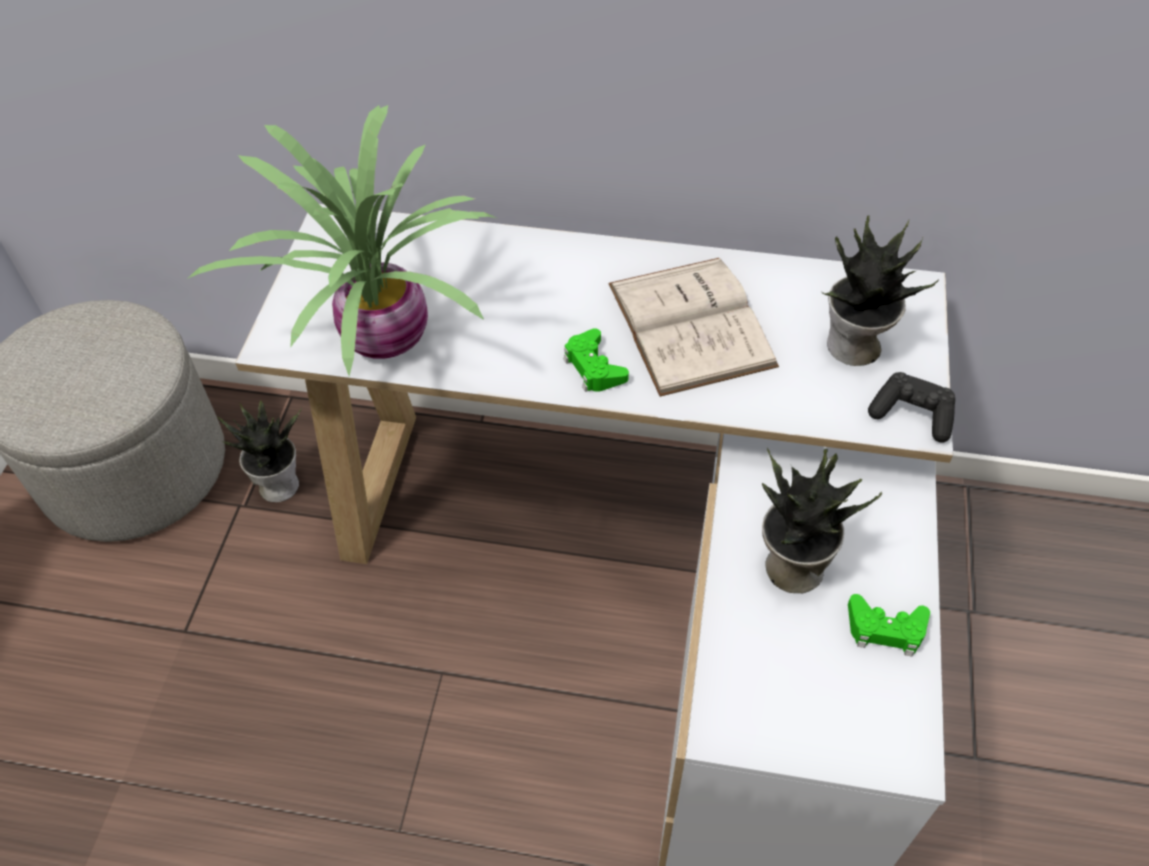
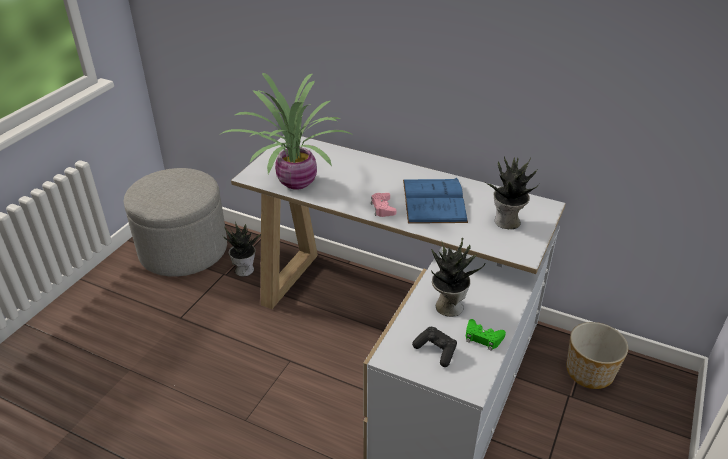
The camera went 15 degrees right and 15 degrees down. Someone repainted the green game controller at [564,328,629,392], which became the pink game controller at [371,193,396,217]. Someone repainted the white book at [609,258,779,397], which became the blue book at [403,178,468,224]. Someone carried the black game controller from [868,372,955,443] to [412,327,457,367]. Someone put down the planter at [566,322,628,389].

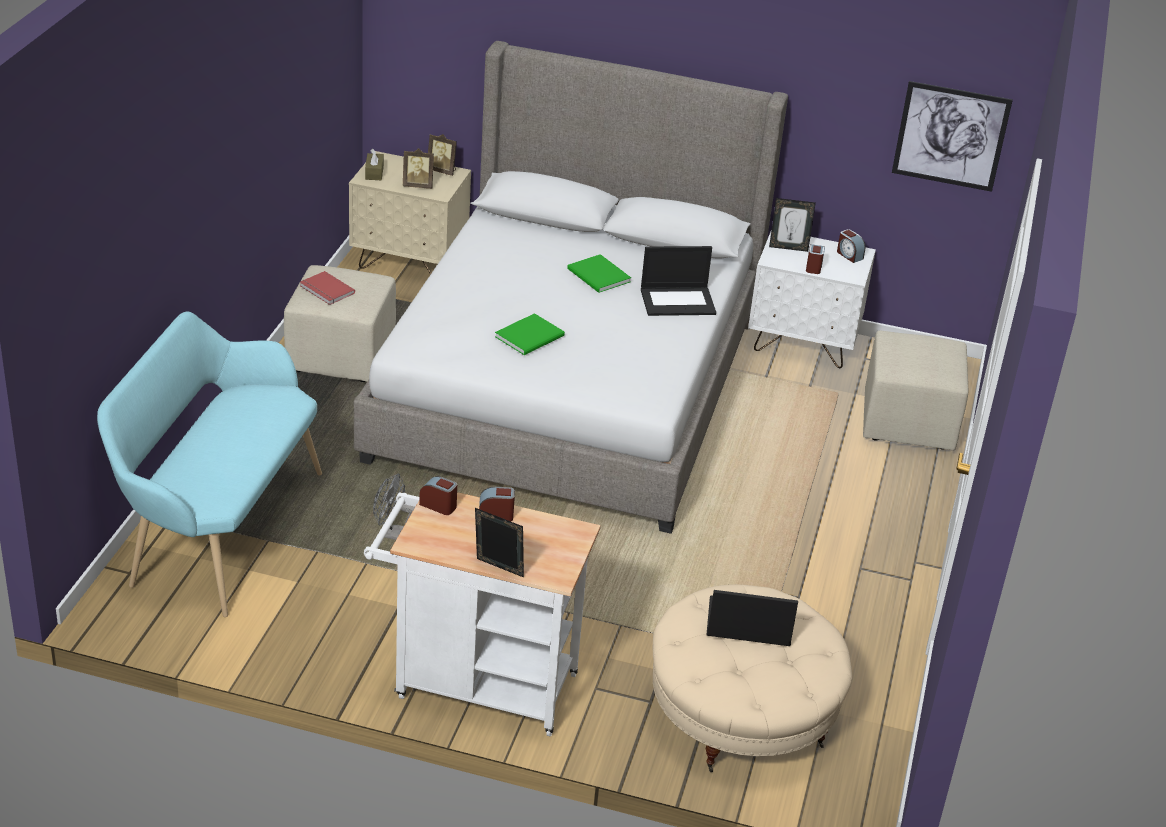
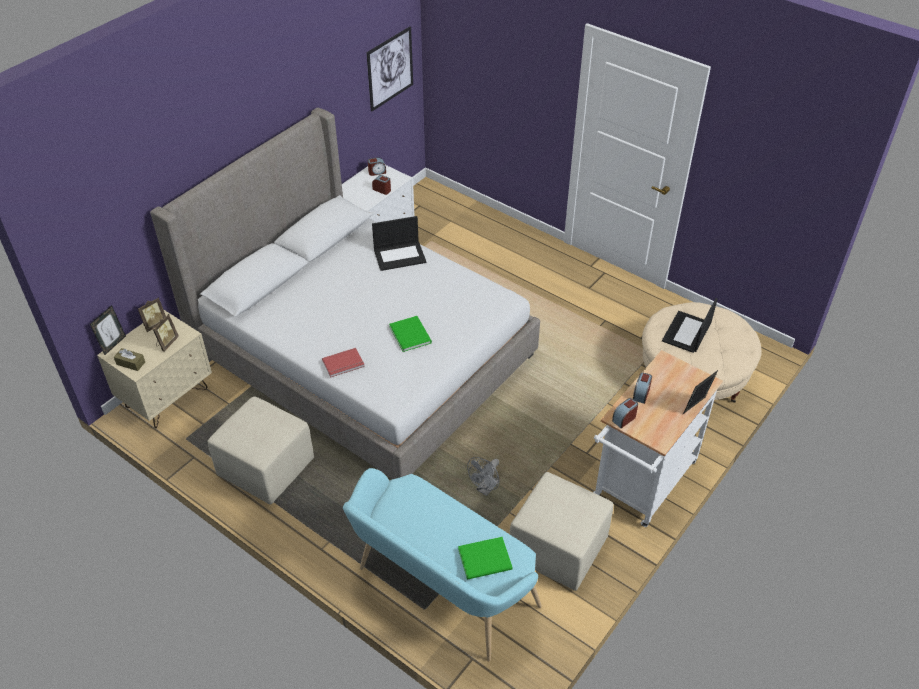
The camera went 65 degrees left and 10 degrees up. Someone carried the red book from [300,271,355,305] to [322,348,365,378]. Someone carried the green book from [567,254,631,293] to [458,537,513,580]. Someone rotated the laptop at [641,246,716,316] by 60 degrees clockwise. Someone carried the picture frame from [769,198,816,252] to [90,305,126,355]. Someone carried the beige ottoman from [863,330,969,451] to [510,472,614,591].

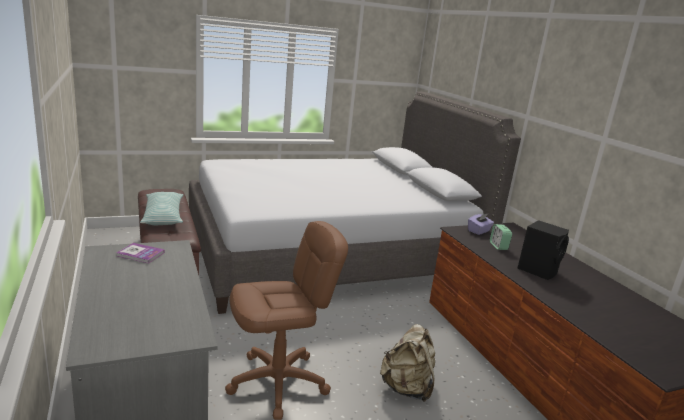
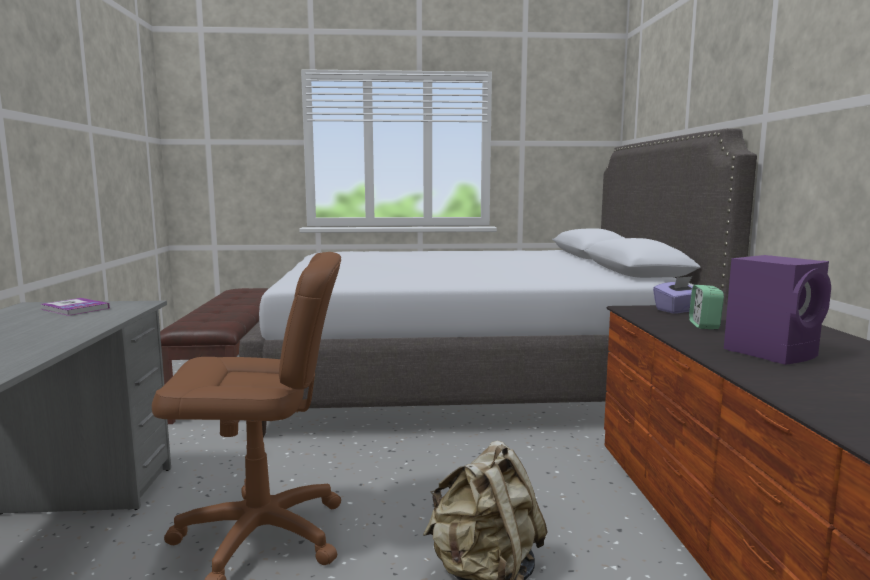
The camera went 20 degrees right and 10 degrees down. Someone took away the pillow at [140,192,183,225]. Someone repainted the black speaker at [518,220,569,280], which became the purple speaker at [724,255,831,365].

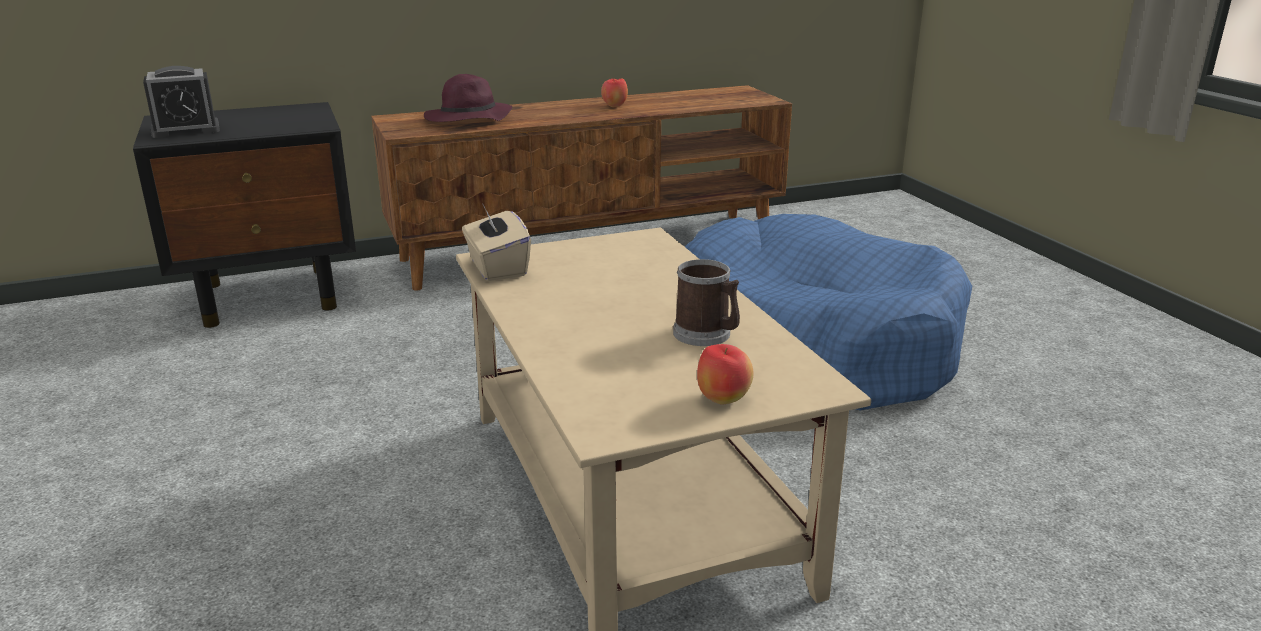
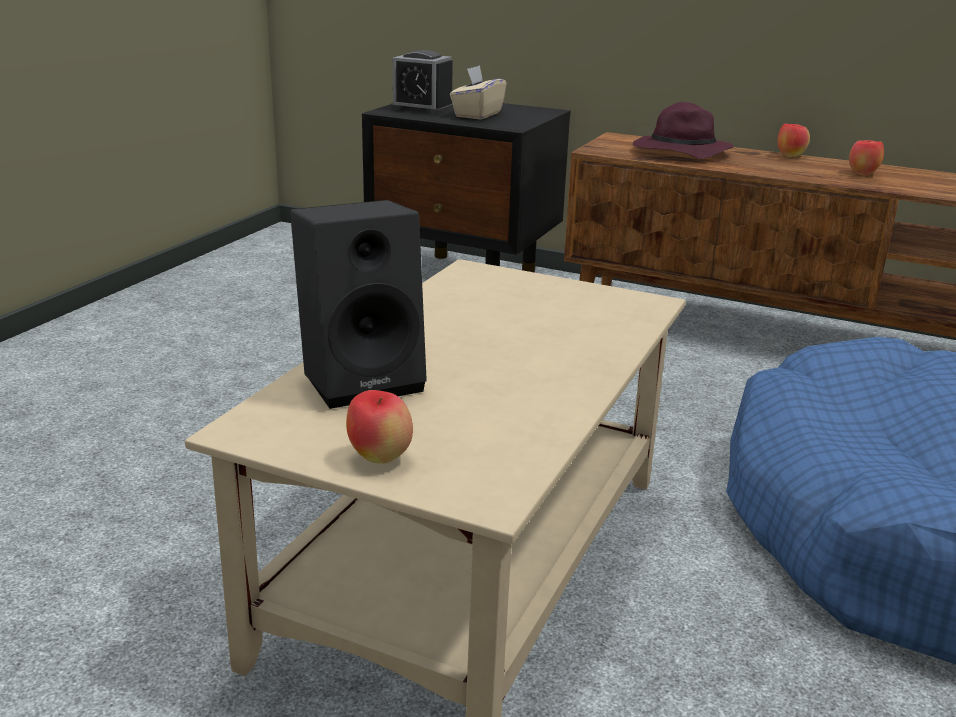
The camera went 45 degrees right and 0 degrees up. Someone carried the beige tissue box from [462,205,531,281] to [450,65,507,119]. Someone took away the mug at [673,259,740,346]. Someone put down the black speaker at [290,200,427,409]. Someone put down the apple at [777,124,810,157].

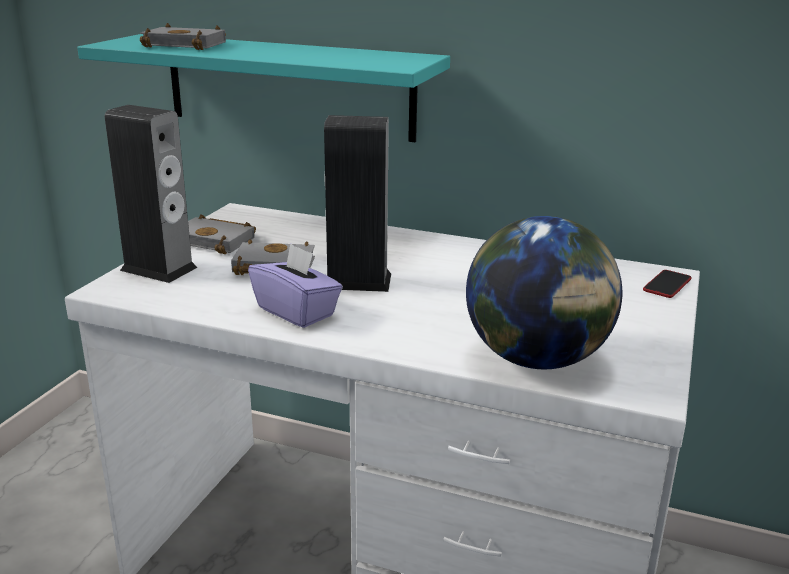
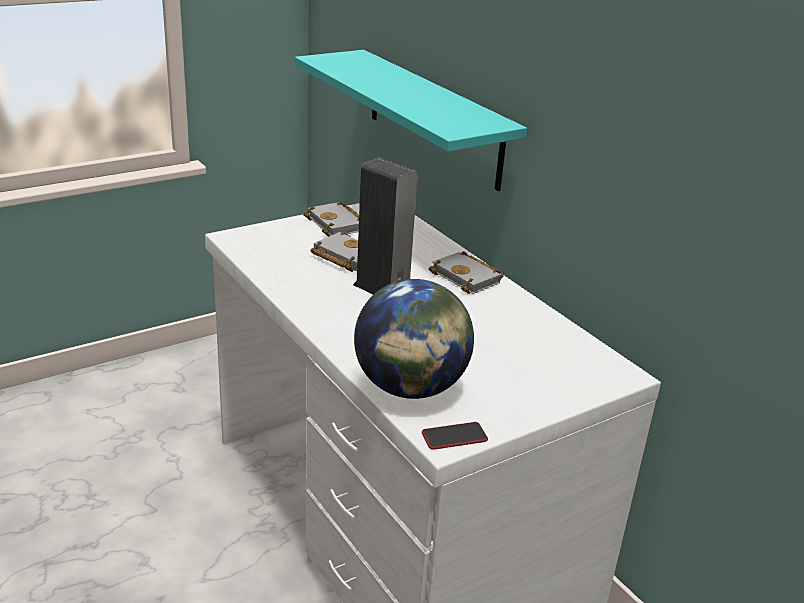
The camera went 35 degrees right and 5 degrees up. Someone took away the speaker at [105,105,197,283]. Someone carried the grey book from [140,23,226,50] to [429,251,504,294]. Someone took away the purple tissue box at [248,243,343,328]. Someone carried the phone from [643,270,692,298] to [422,422,488,450].

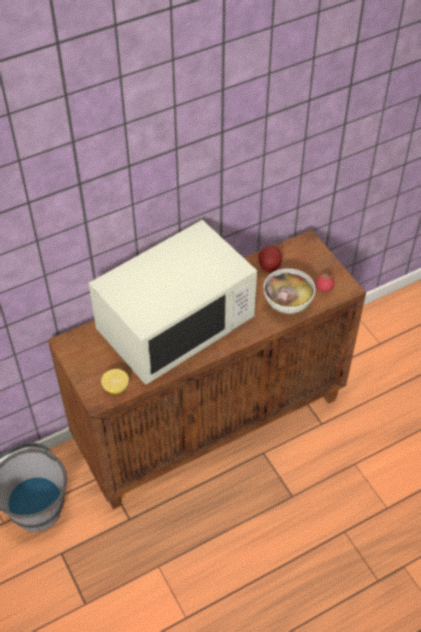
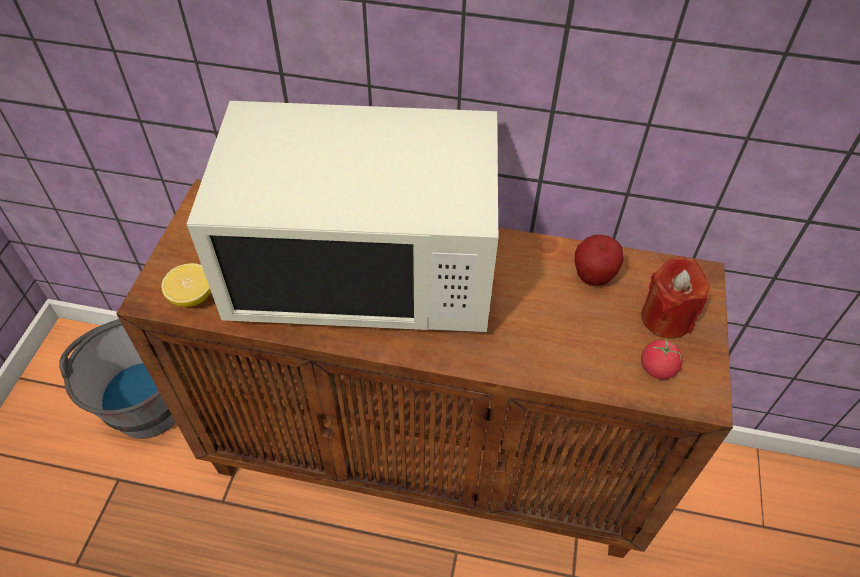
The camera went 40 degrees right and 0 degrees up. Someone took away the bowl at [264,268,315,314]. Someone put down the red candle at [641,257,710,339].

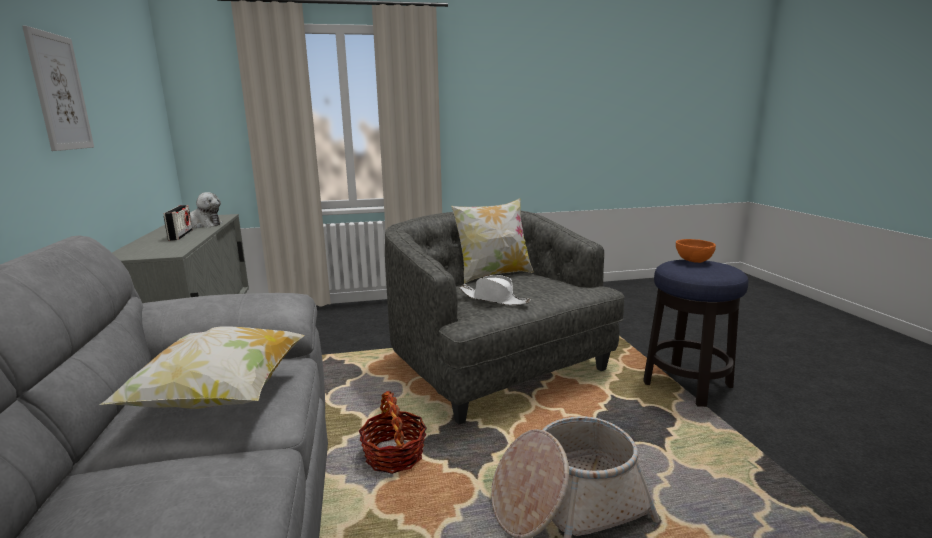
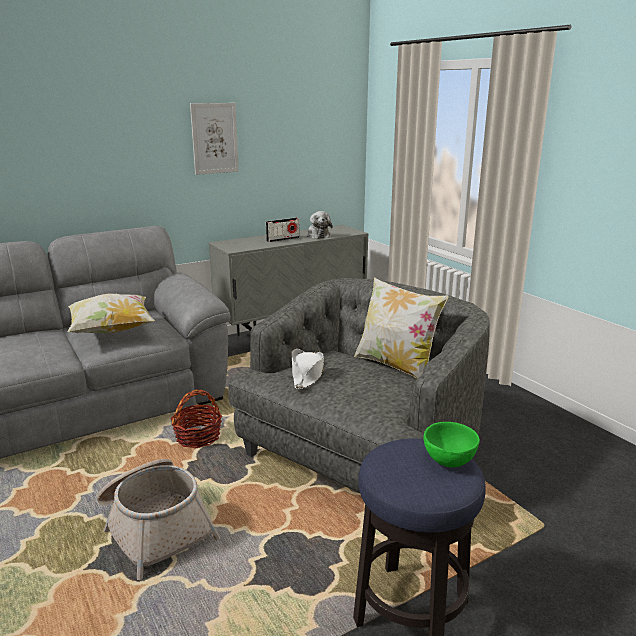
The camera went 70 degrees right and 5 degrees up. Someone repainted the orange bowl at [676,239,716,263], which became the green bowl at [424,422,480,468].

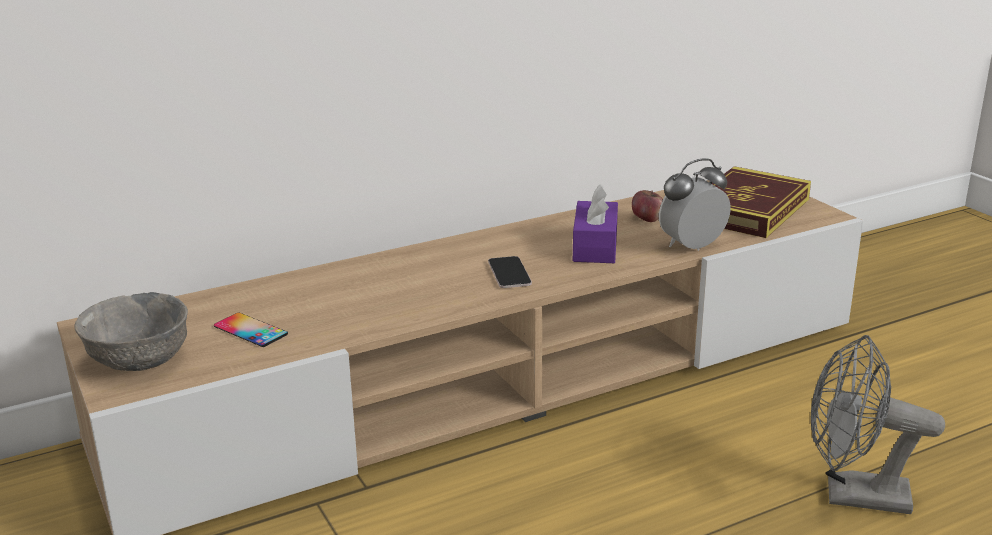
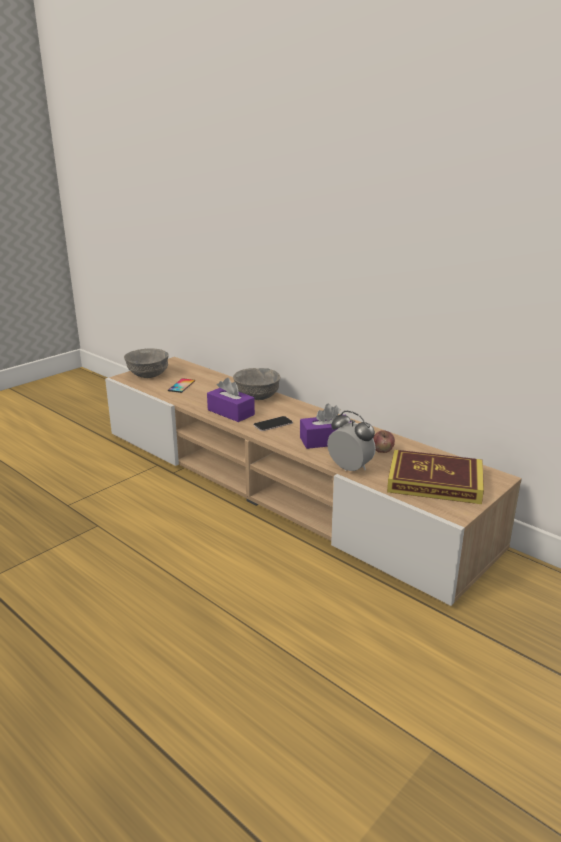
The camera went 70 degrees right and 0 degrees up. Someone took away the grey fan at [811,335,945,514]. Someone put down the purple tissue box at [207,378,255,422]. Someone put down the grey bowl at [233,368,280,400].

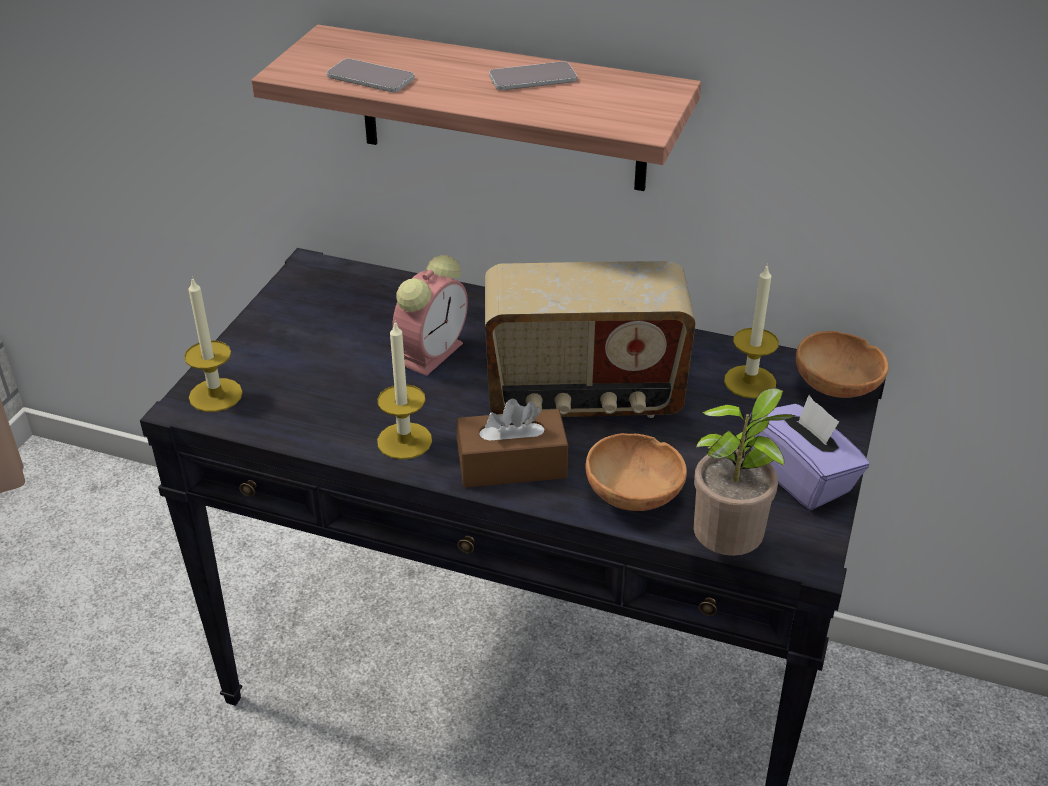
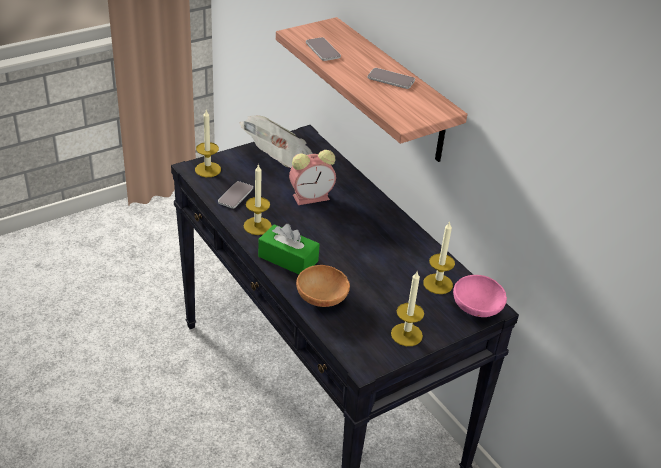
The camera went 35 degrees right and 0 degrees up. Someone repainted the brown tissue box at [457,399,568,488], which became the green tissue box at [258,224,320,274]. Someone took away the radio at [485,261,696,418]. Someone took away the potted plant at [694,388,796,556]. Someone swapped the purple tissue box at [748,395,870,510] for the candle at [391,272,424,346]. Someone repainted the brown bowl at [796,331,889,398], which became the pink bowl at [453,275,507,317]. Someone put down the phone at [218,181,253,208]. Someone put down the newspaper at [239,116,313,168].

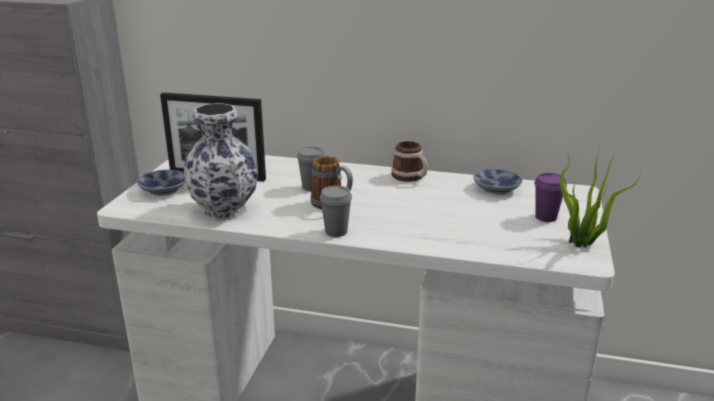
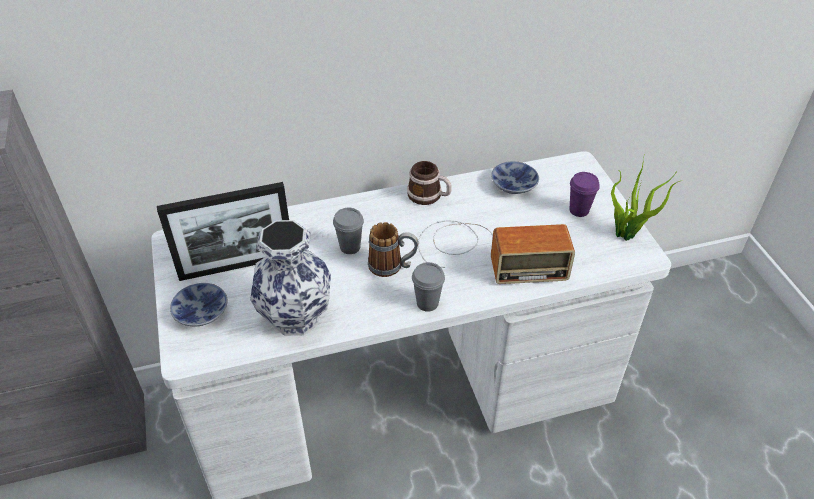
The camera went 30 degrees left and 20 degrees up. Someone put down the radio at [418,220,575,284].

